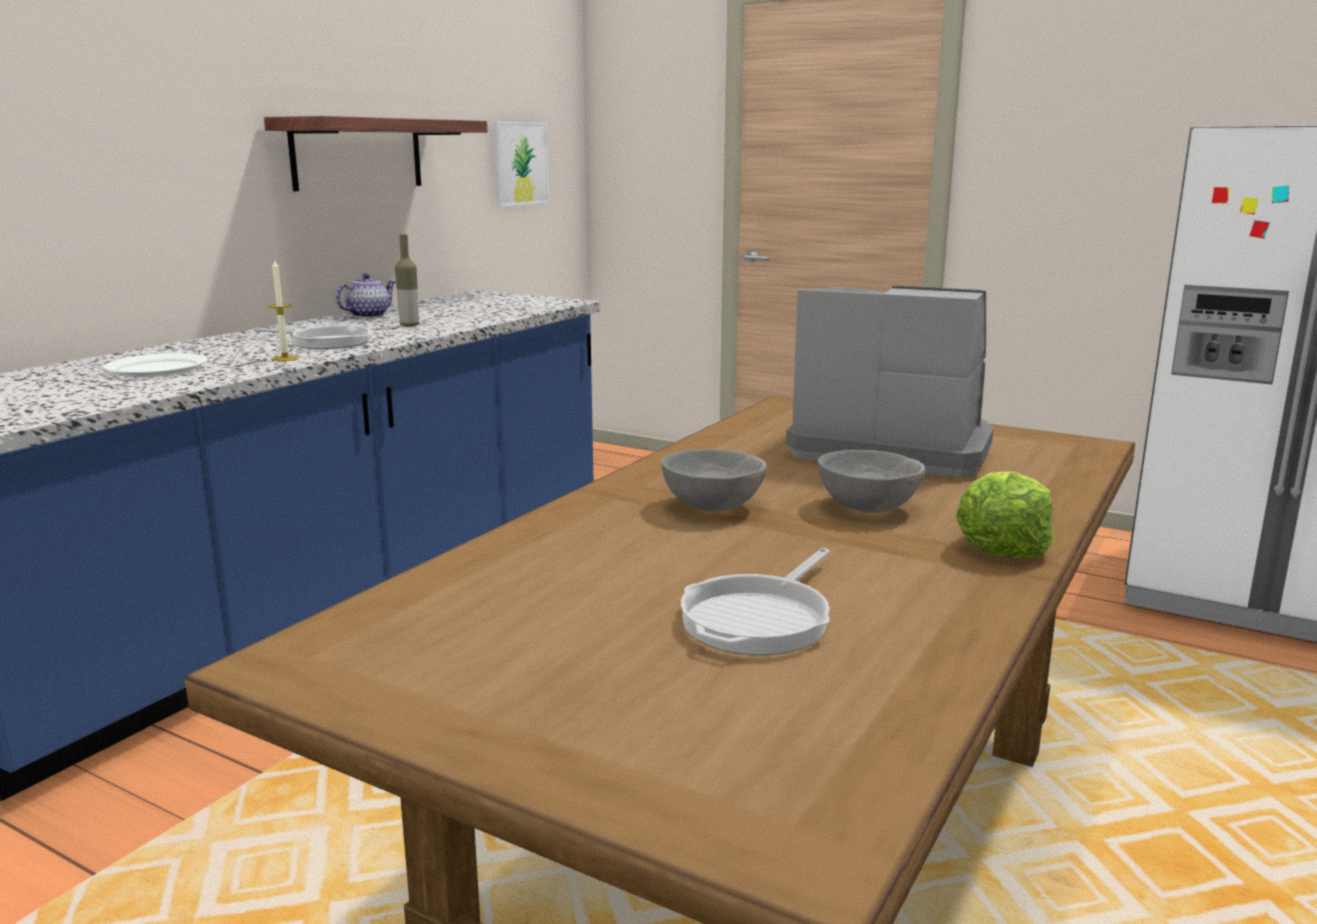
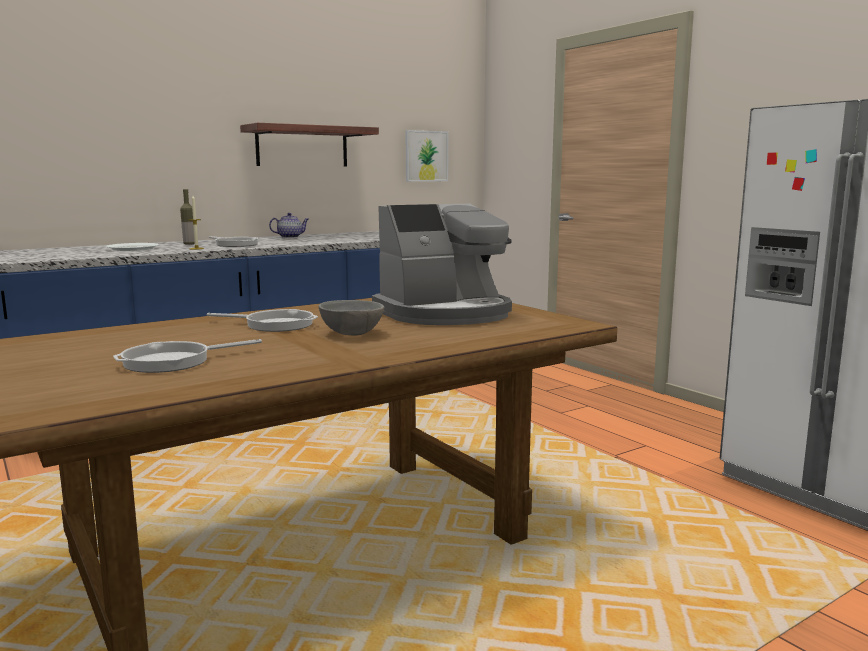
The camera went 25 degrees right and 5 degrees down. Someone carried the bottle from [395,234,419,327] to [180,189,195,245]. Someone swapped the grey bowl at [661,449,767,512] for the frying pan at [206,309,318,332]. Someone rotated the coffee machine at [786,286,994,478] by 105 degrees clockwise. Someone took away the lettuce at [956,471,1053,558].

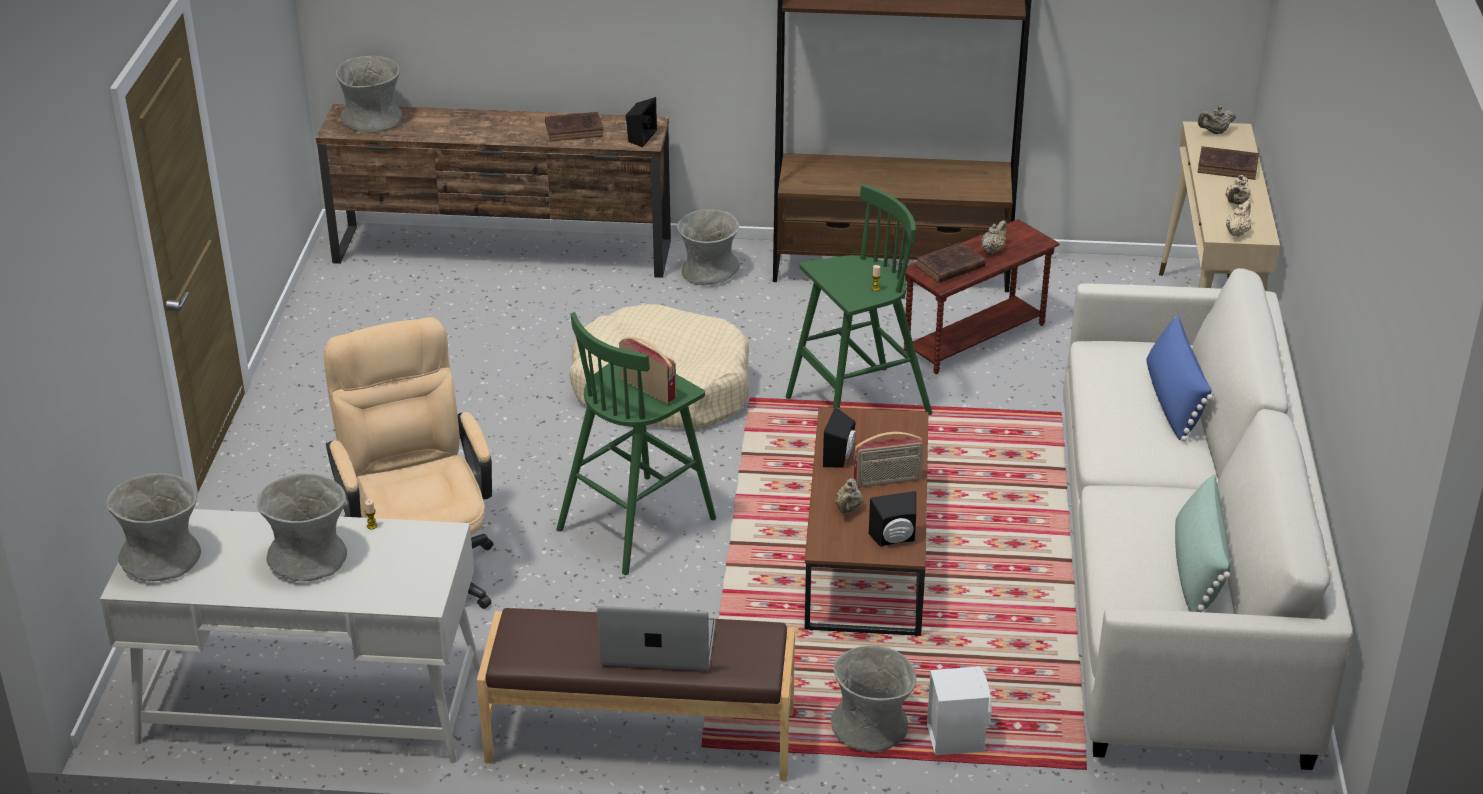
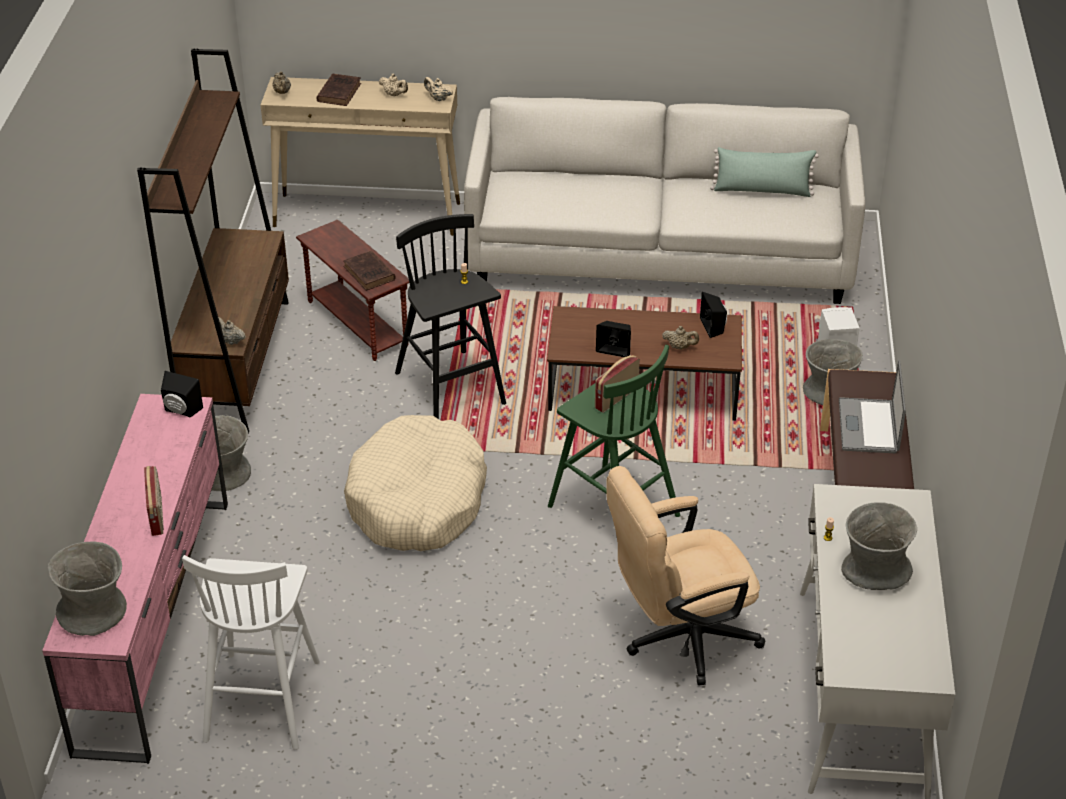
The camera went 90 degrees left and 5 degrees up. Someone took away the grey vase at [106,473,201,581]. Someone repainted the brown tv stand at [316,104,671,278], which became the pink tv stand at [42,394,228,764]. Someone took away the brown book at [545,112,603,141]. Someone repainted the green stool at [786,184,932,415], which became the black stool at [395,214,506,419]. Someone carried the radio from [854,432,923,487] to [144,466,164,536]. Someone carried the beige teapot from [982,220,1007,254] to [218,317,246,345]. Someone took away the blue pillow at [1146,315,1213,442]. Someone put down the white stool at [182,555,320,750].

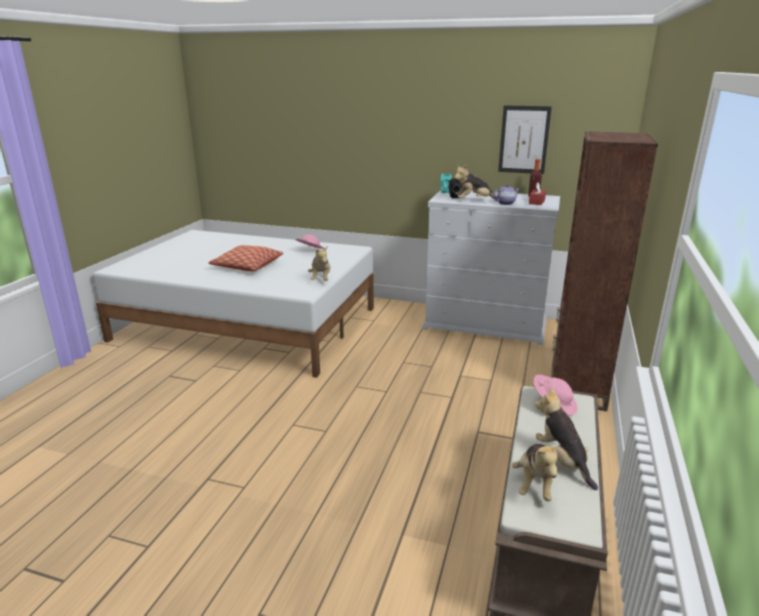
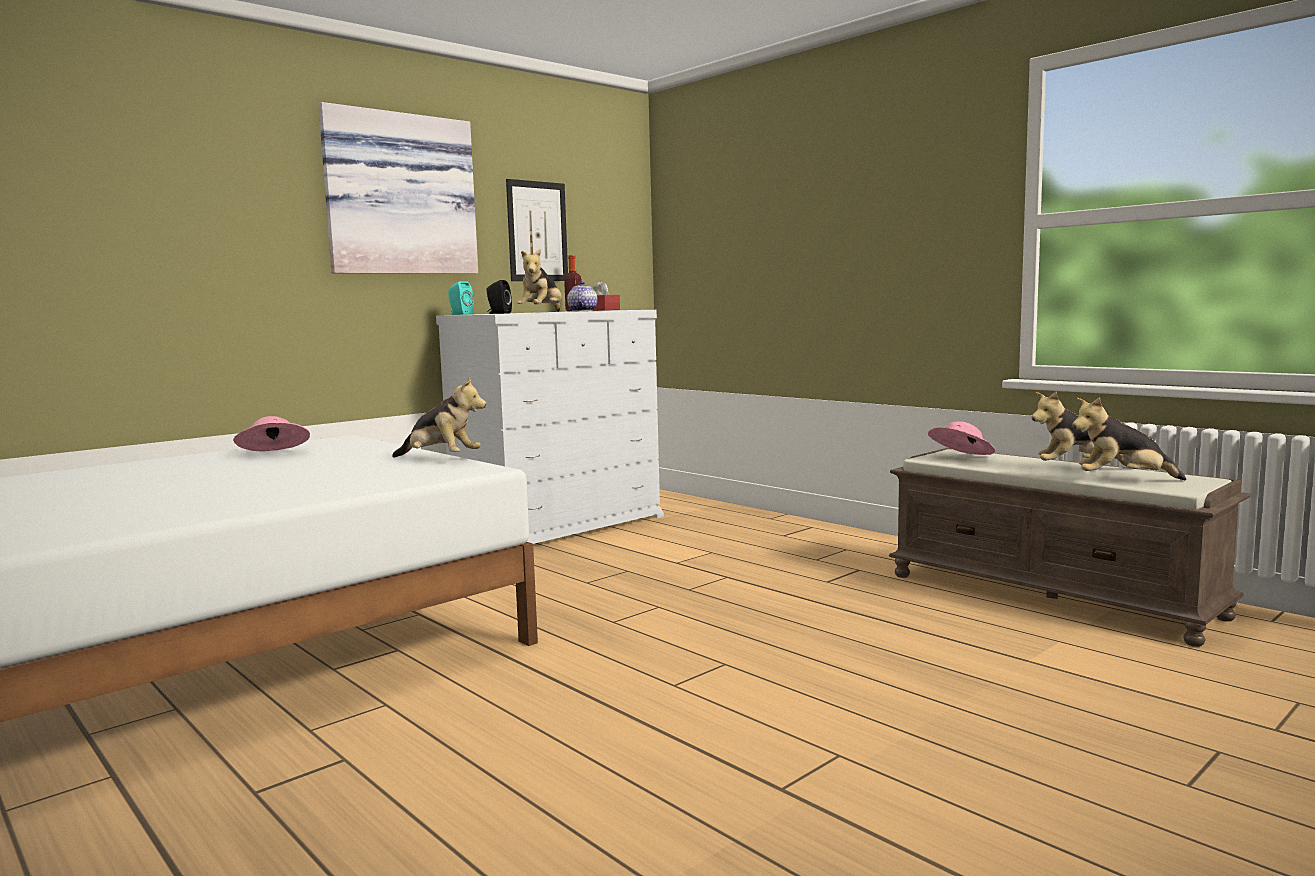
The camera went 60 degrees left and 15 degrees down. Someone took away the pillow at [208,245,283,271]. Someone rotated the plush toy at [512,443,561,501] by 150 degrees clockwise. Someone took away the brown bookcase at [551,131,658,411]. Someone put up the picture at [318,102,478,274].

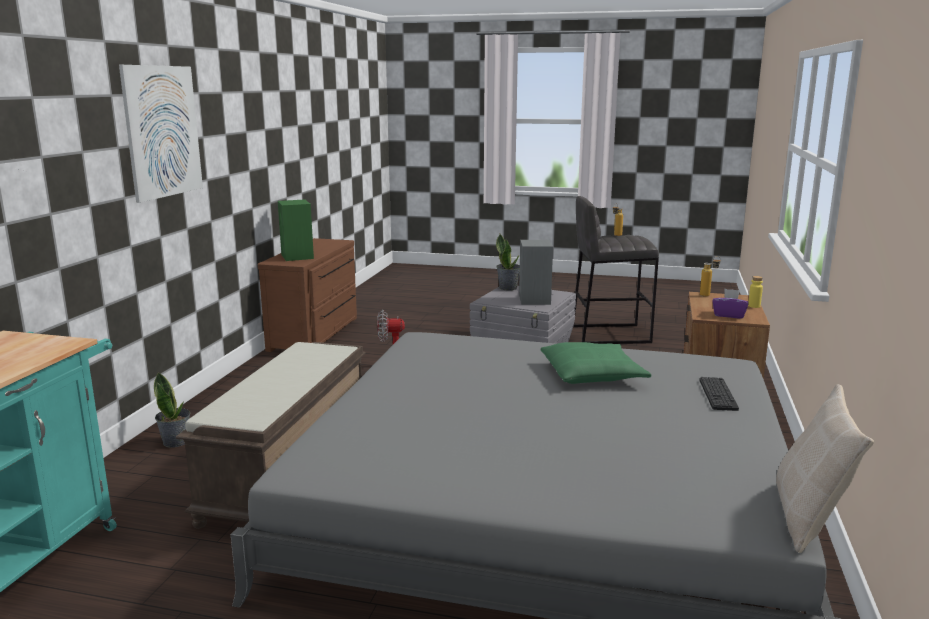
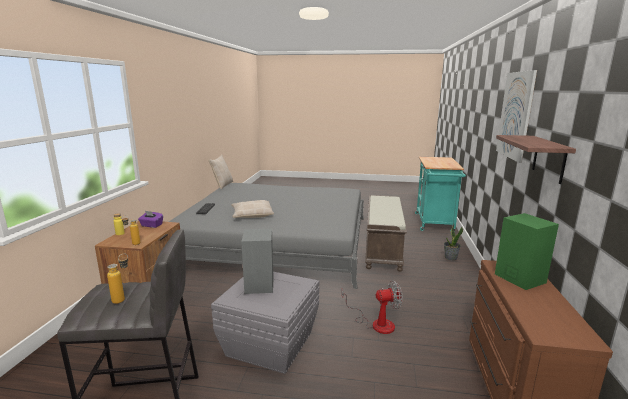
The camera went 175 degrees right and 0 degrees up. Someone took away the potted plant at [496,234,520,291]. Someone repainted the green pillow at [541,342,651,384], which became the beige pillow at [231,200,274,218]. Someone put up the shelf at [496,135,576,184].

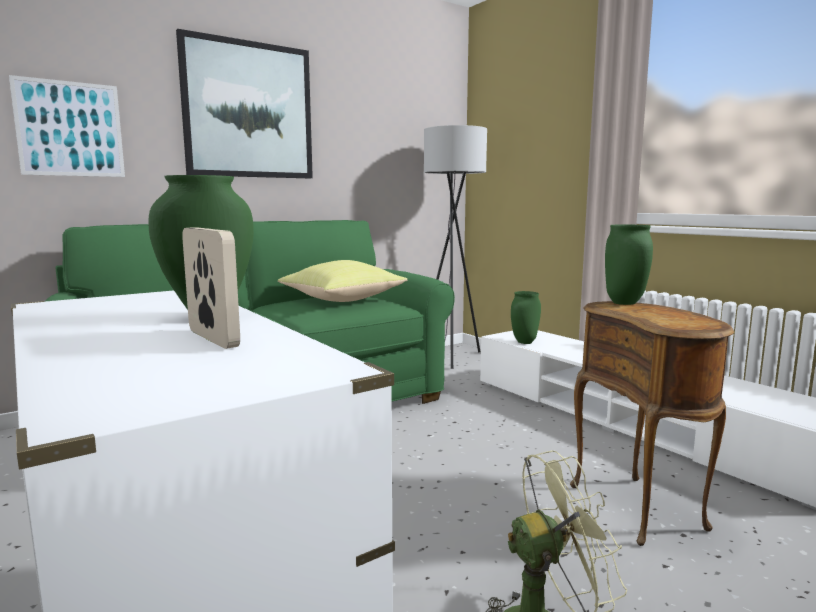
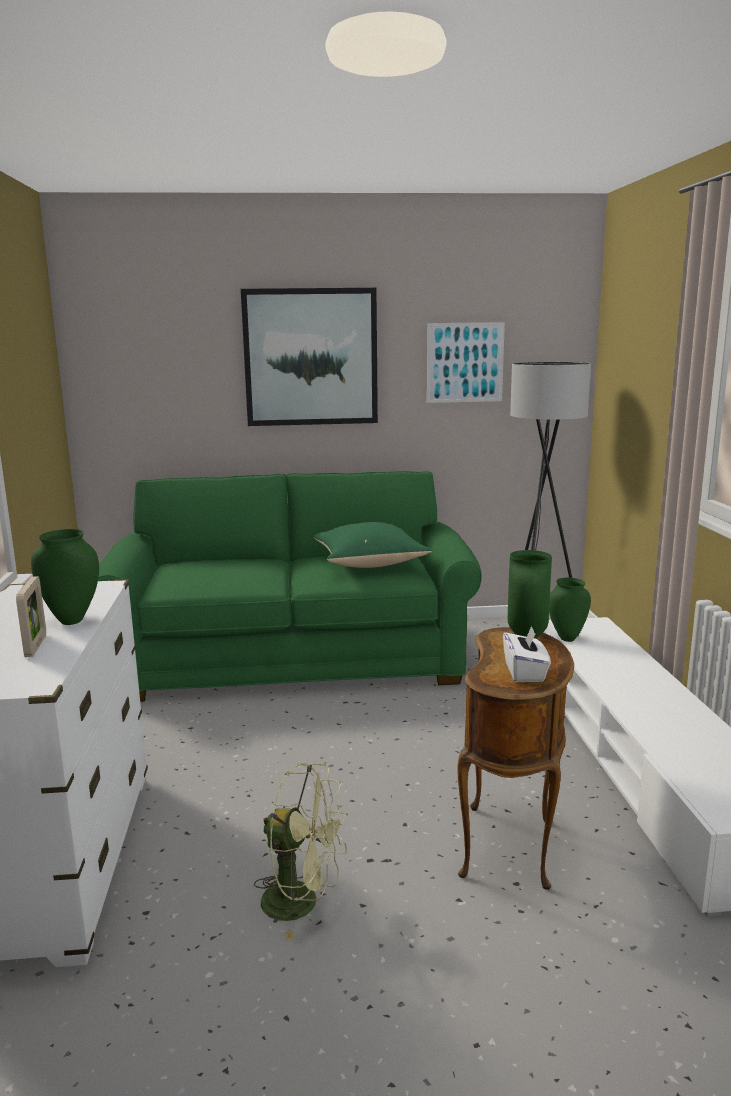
The camera went 30 degrees right and 5 degrees up. Someone carried the picture from [9,75,125,177] to [427,322,505,403]. Someone repainted the yellow pillow at [278,260,408,302], which became the green pillow at [313,522,433,568]. Someone put down the white tissue box at [503,626,551,682].

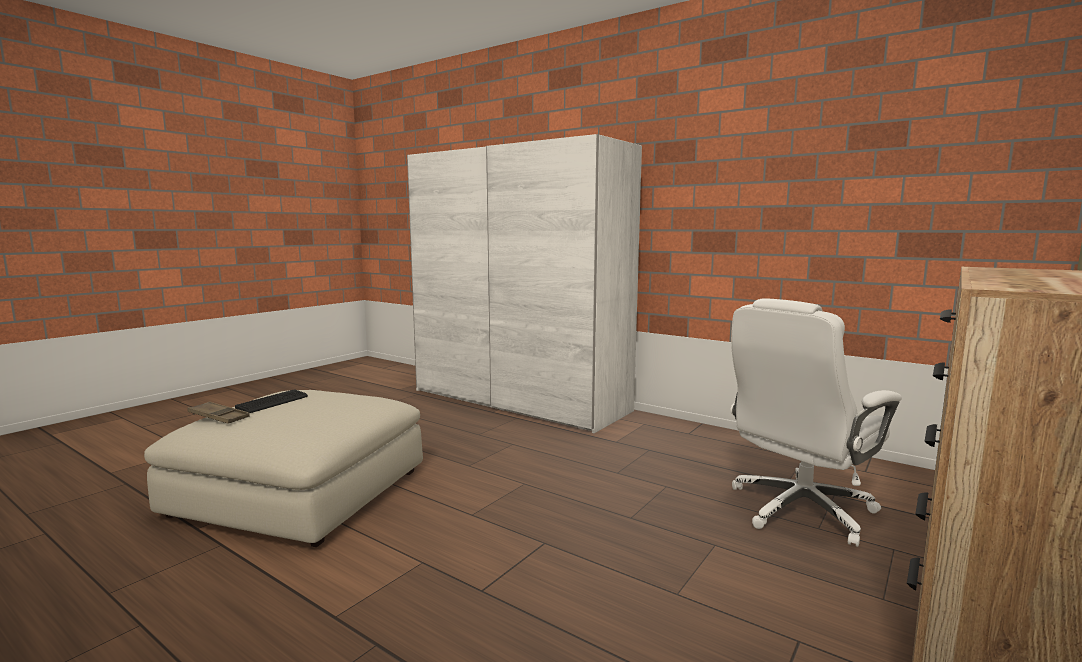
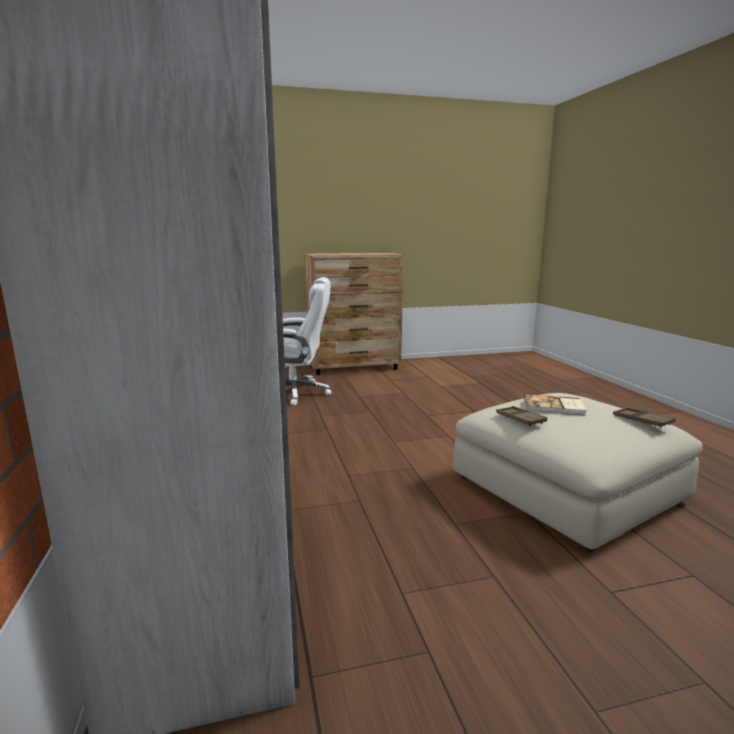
The camera went 140 degrees left and 5 degrees up. Someone took away the keyboard at [235,389,308,413]. Someone put down the brown tray at [496,406,547,426]. Someone put down the book at [524,394,586,416].

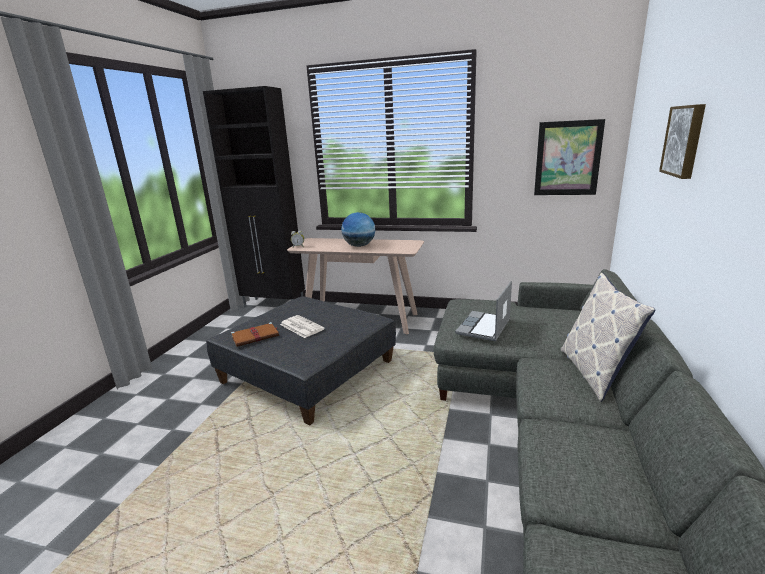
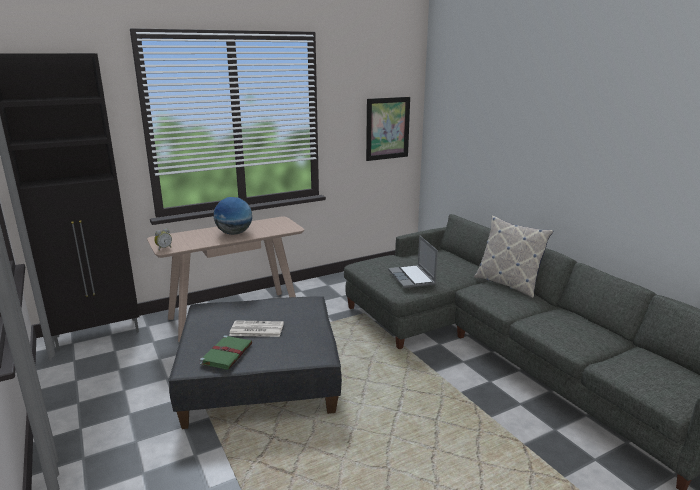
The camera went 45 degrees left and 0 degrees up. Someone repainted the brown book at [231,322,279,347], which became the green book at [200,335,252,370]. Someone took away the picture at [659,104,706,179].

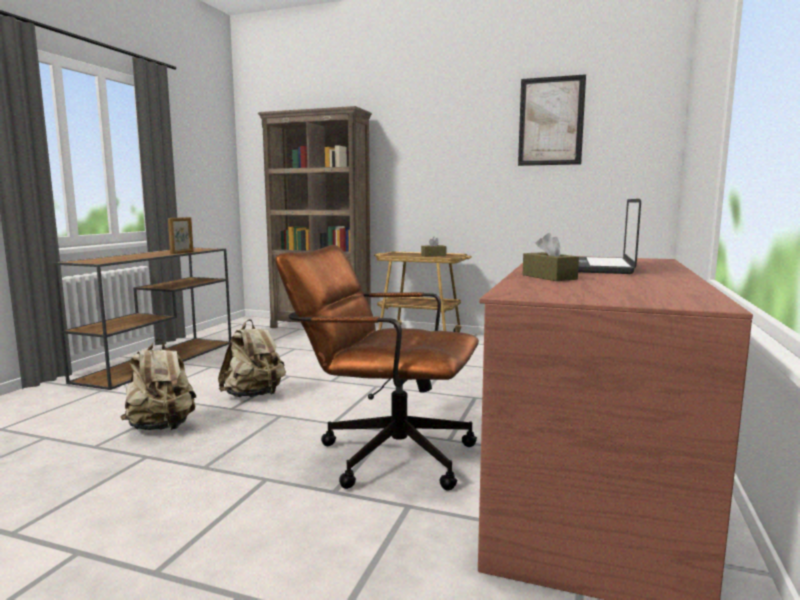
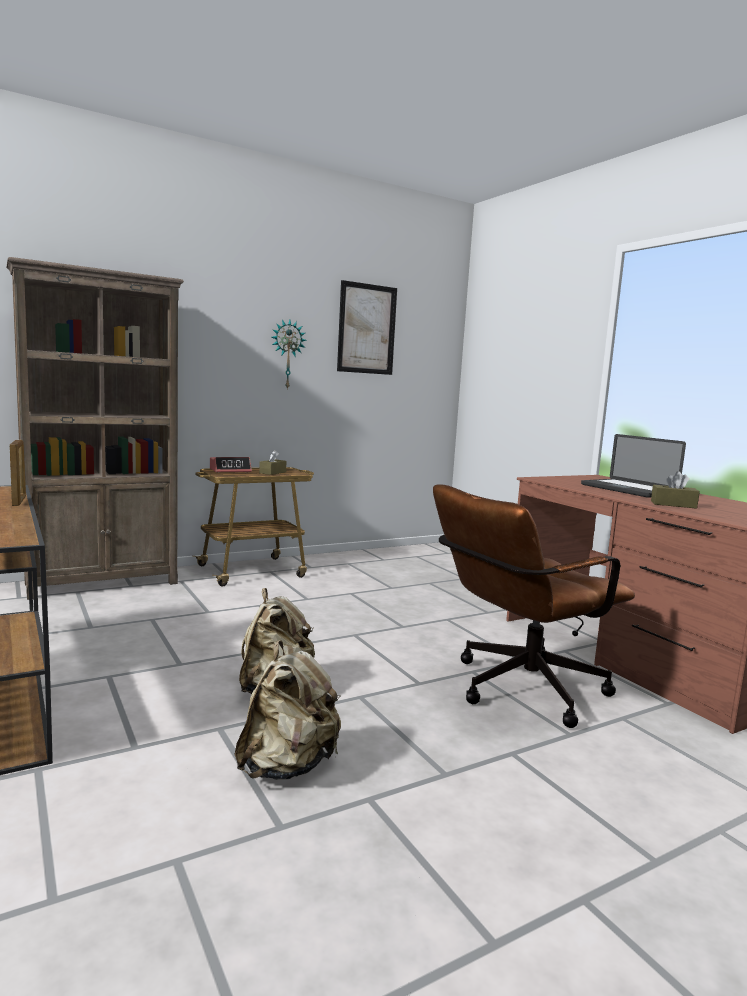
The camera went 50 degrees left and 0 degrees up. Someone put down the alarm clock at [210,457,252,473]. Someone put up the wall clock at [272,319,307,390].

